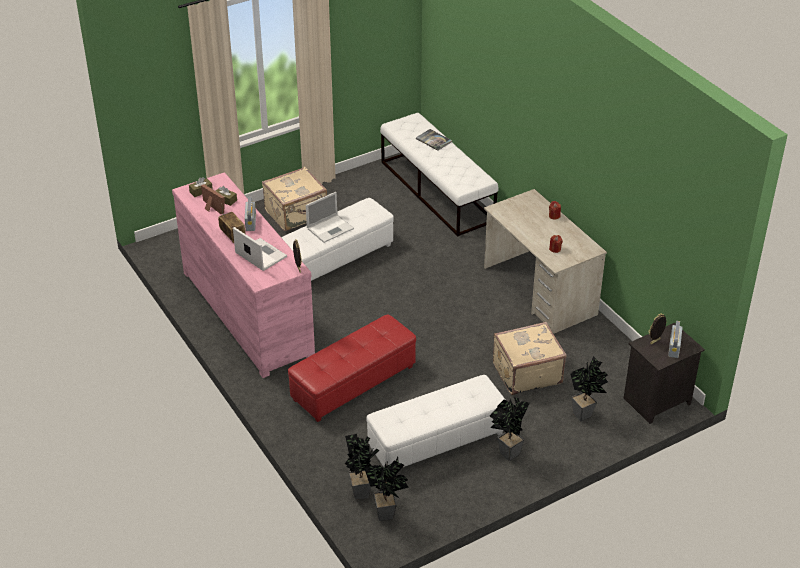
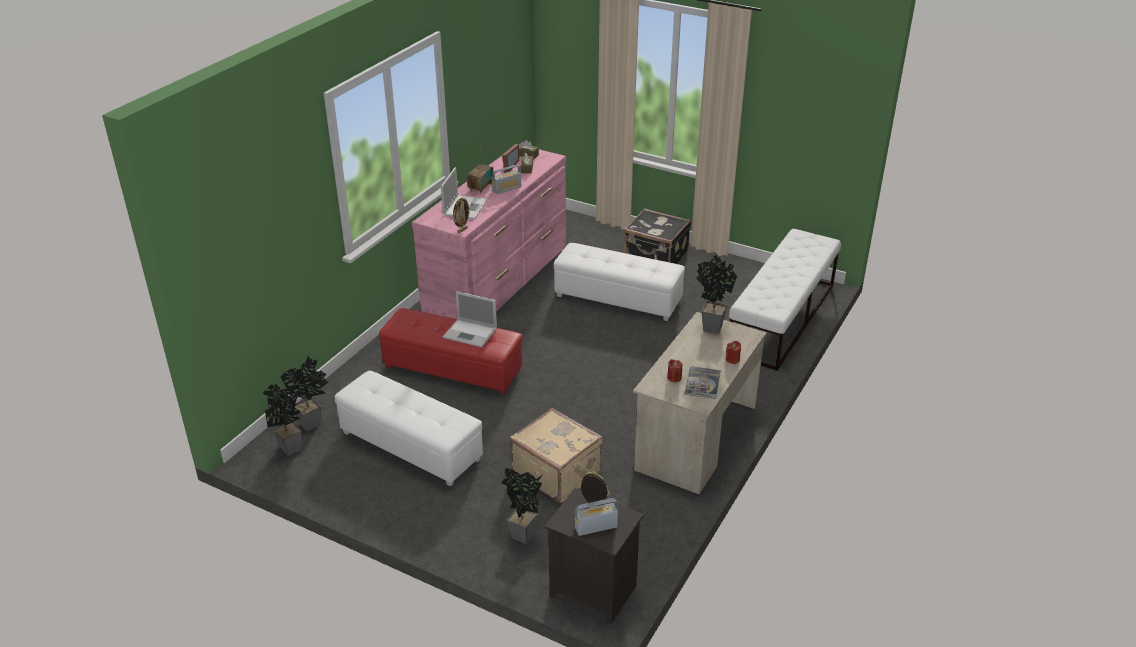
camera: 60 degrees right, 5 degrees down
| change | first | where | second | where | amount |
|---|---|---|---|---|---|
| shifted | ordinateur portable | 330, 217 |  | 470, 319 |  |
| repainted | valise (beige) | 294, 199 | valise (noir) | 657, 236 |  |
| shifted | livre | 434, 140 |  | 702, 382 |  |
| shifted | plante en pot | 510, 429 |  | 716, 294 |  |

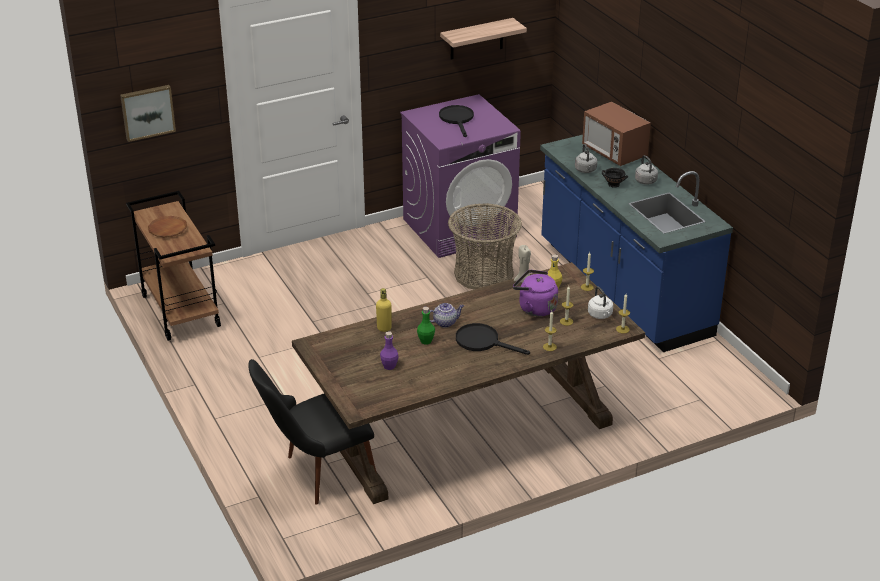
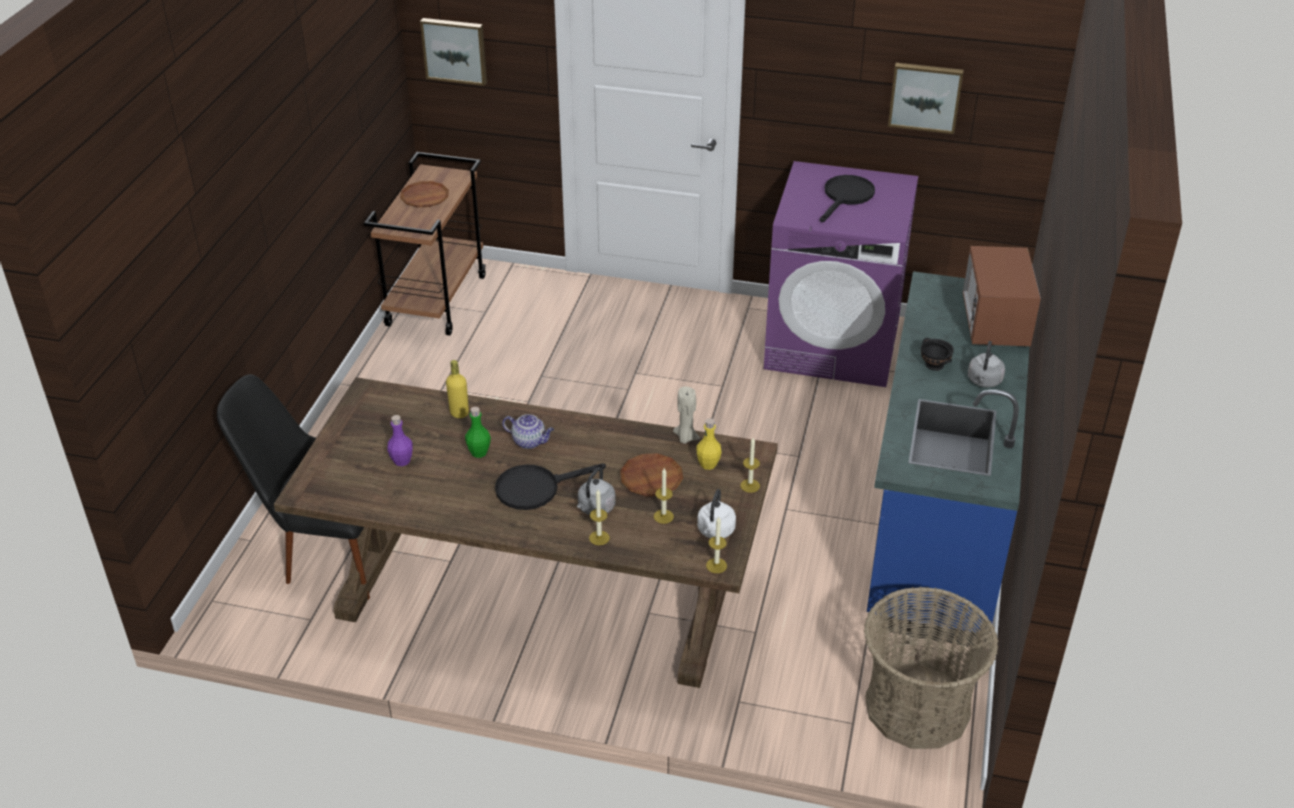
camera: 40 degrees right, 5 degrees up
| change | first | where | second | where | amount |
|---|---|---|---|---|---|
| rotated | poêle (noir) | 493, 339 |  | 550, 486 | 90 degrees counterclockwise |
| shifted | bouilloire (gris) | 586, 158 |  | 596, 491 |  |
| swapped | bouilloire (violet) | 535, 293 | assiette (marron) | 651, 475 |  |
| shifted | panier | 485, 247 |  | 931, 668 |  |
| swapped | étagère | 483, 39 | tableau | 926, 98 |  |

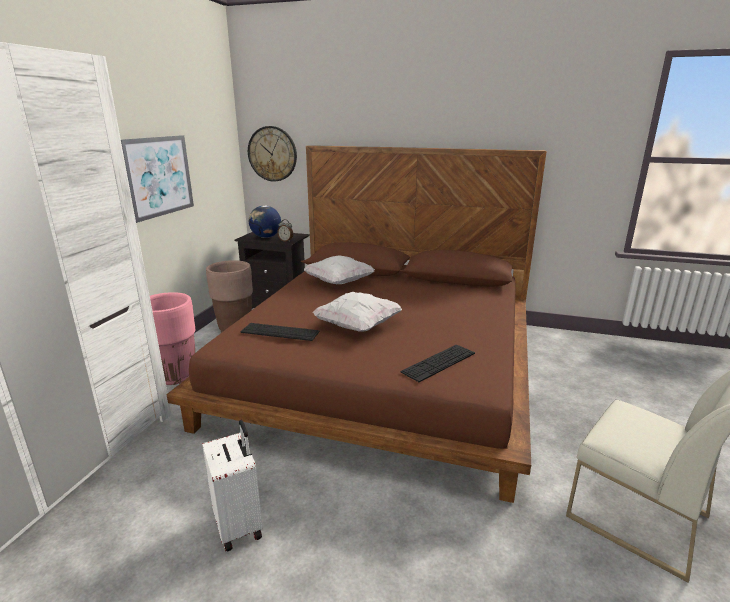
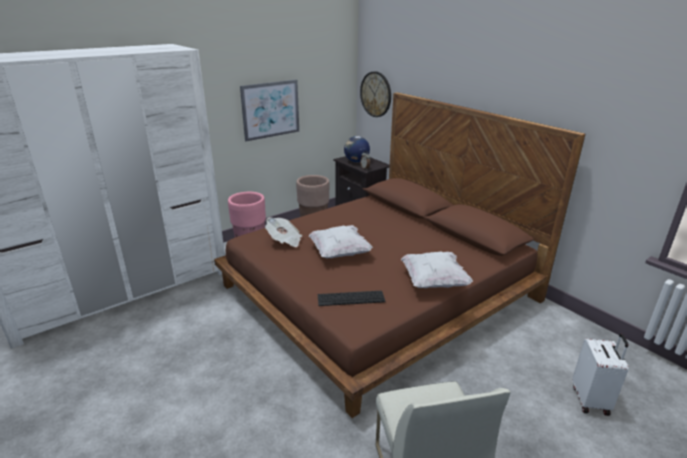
camera: 35 degrees right, 5 degrees up
| change | first | where | second | where | amount |
|---|---|---|---|---|---|
| swapped | clavier | 280, 332 | journal | 283, 232 |  |
| shifted | coussin (blanc) | 339, 269 |  | 437, 269 |  |
| shifted | valise (blanc) | 232, 486 |  | 600, 375 |  |

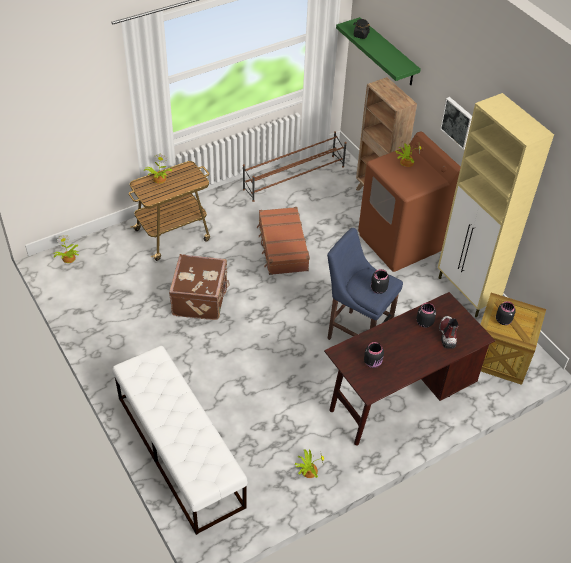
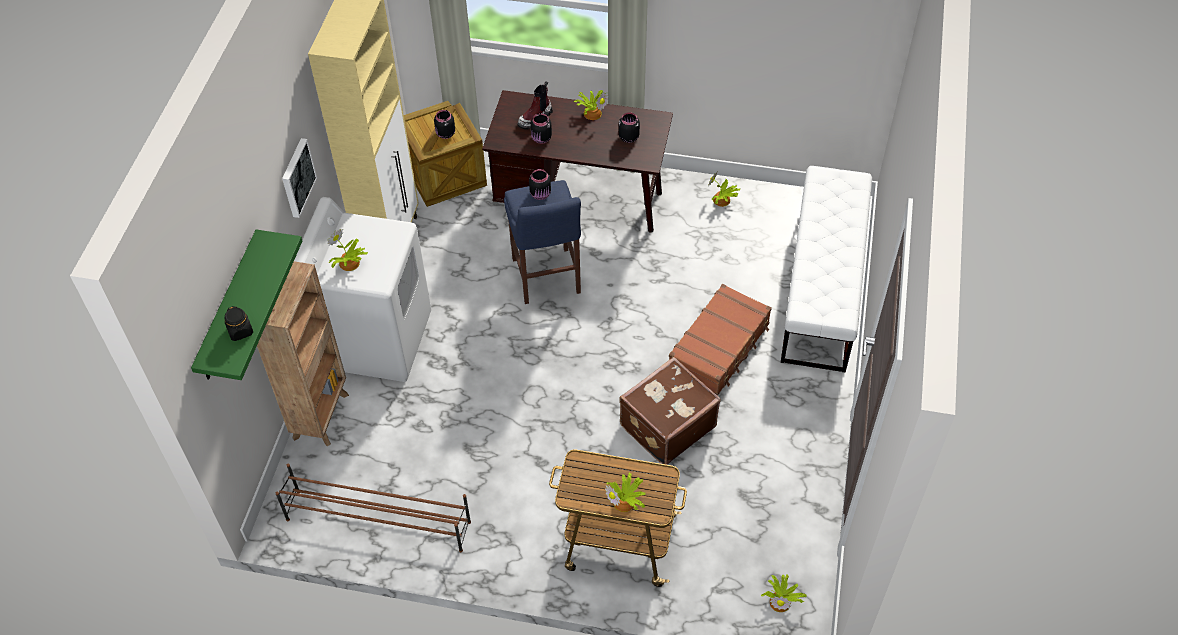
camera: 135 degrees left, 5 degrees up
| change | first | where | second | where | amount |
|---|---|---|---|---|---|
| repainted | lave-linge (marron) | 409, 201 | lave-linge (blanc) | 362, 289 |  |
| new |  |  | plante en pot | 590, 105 |  |
| shifted | valise (marron) | 283, 241 |  | 720, 340 |  |

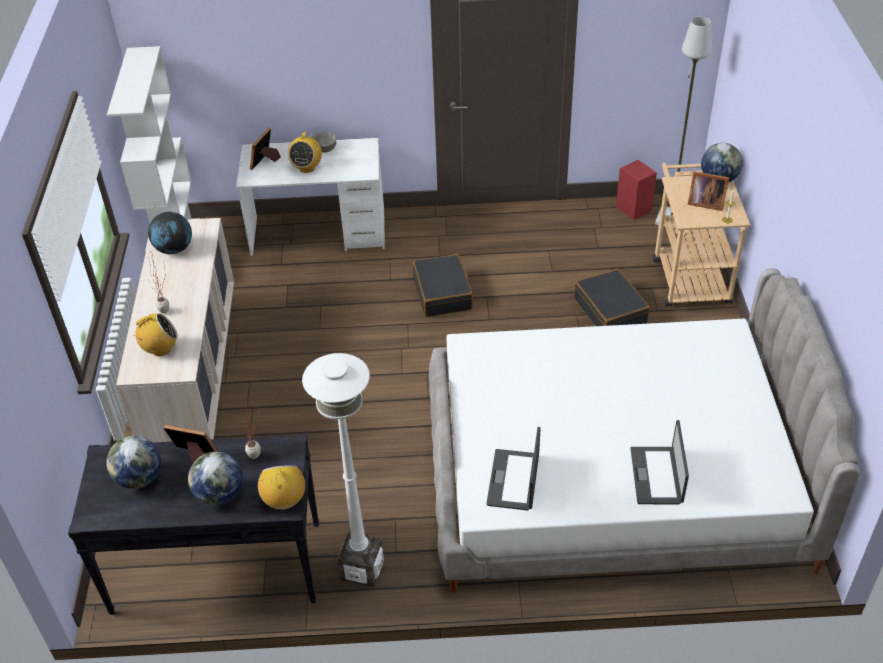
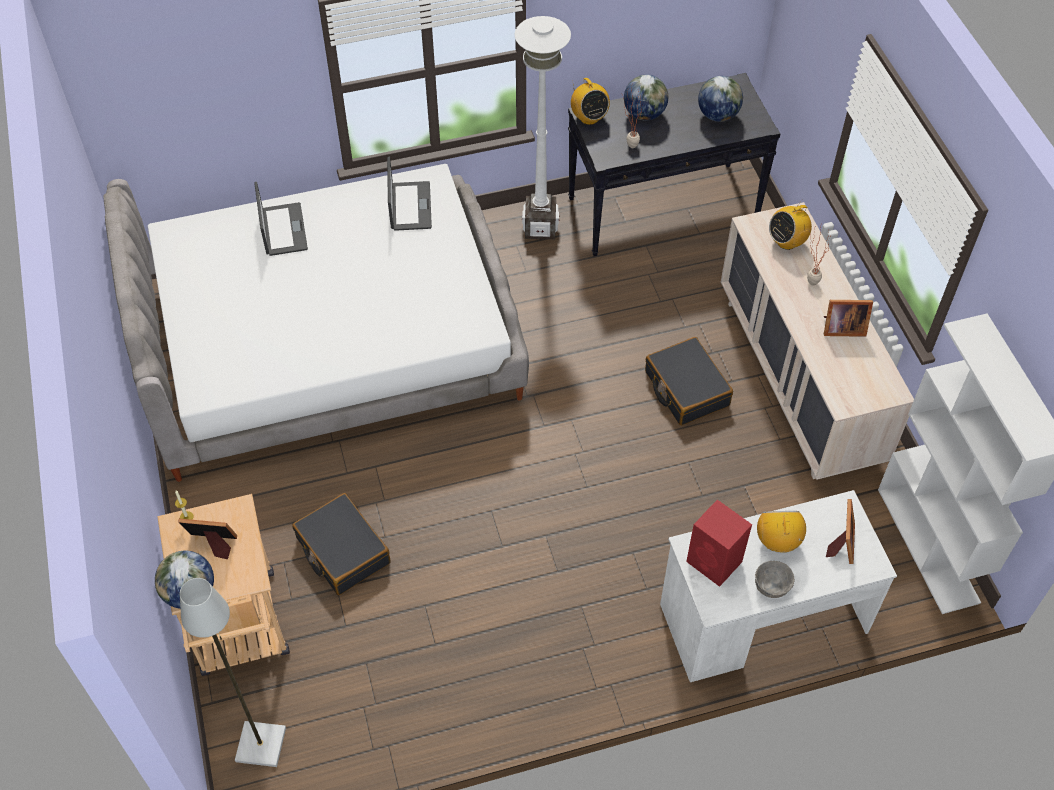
camera: 165 degrees right, 10 degrees up
| change | first | where | second | where | amount |
|---|---|---|---|---|---|
| shifted | valise (noir) | 442, 285 |  | 689, 381 |  |
| shifted | enceinte (rouge) | 636, 190 |  | 719, 543 |  |
| shifted | cadre photo | 190, 444 |  | 848, 318 |  |
| gone | globe | 170, 233 |  |  |  |

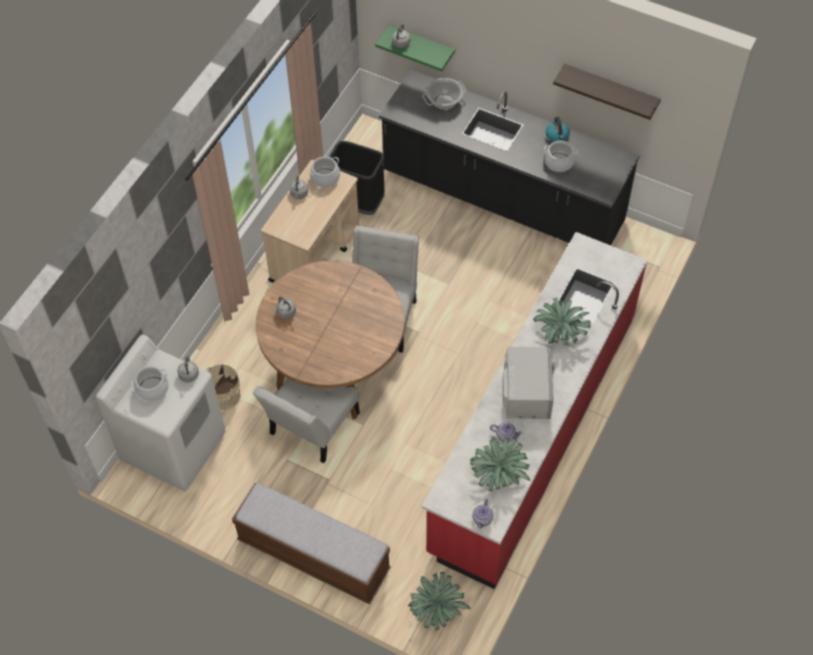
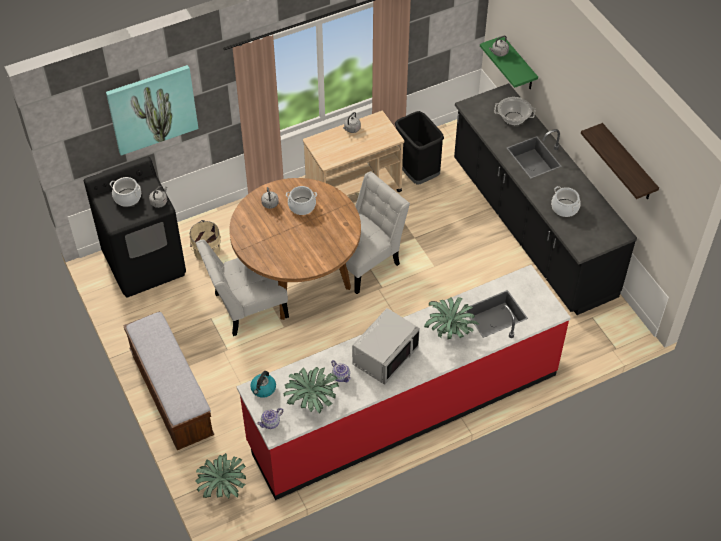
camera: 35 degrees right, 5 degrees down
| change | first | where | second | where | amount |
|---|---|---|---|---|---|
| repainted | lave-linge (blanc) | 161, 412 | lave-linge (noir) | 135, 227 |  |
| new |  |  | tableau | 152, 110 |  |
| shifted | bouilloire | 558, 129 |  | 263, 384 |  |
| shifted | marmite | 324, 172 |  | 301, 200 |  |

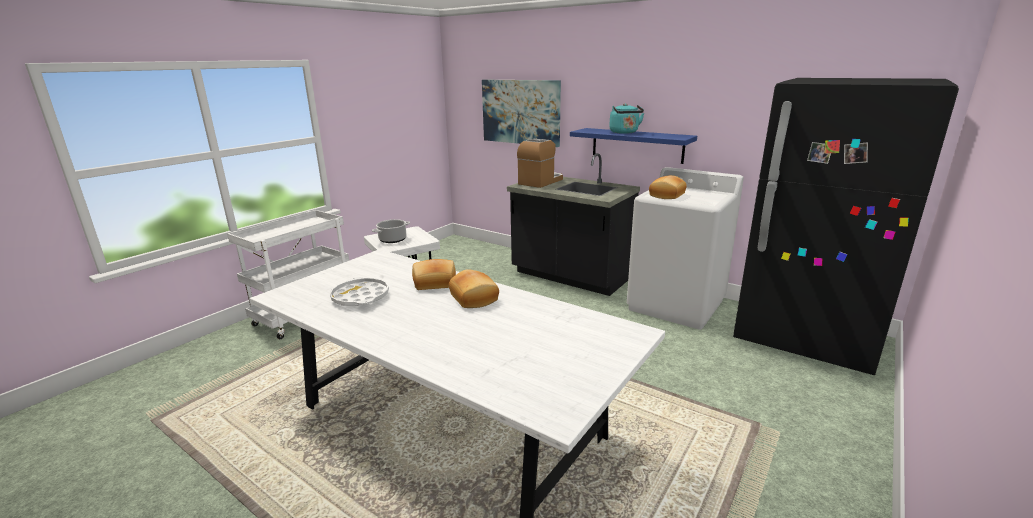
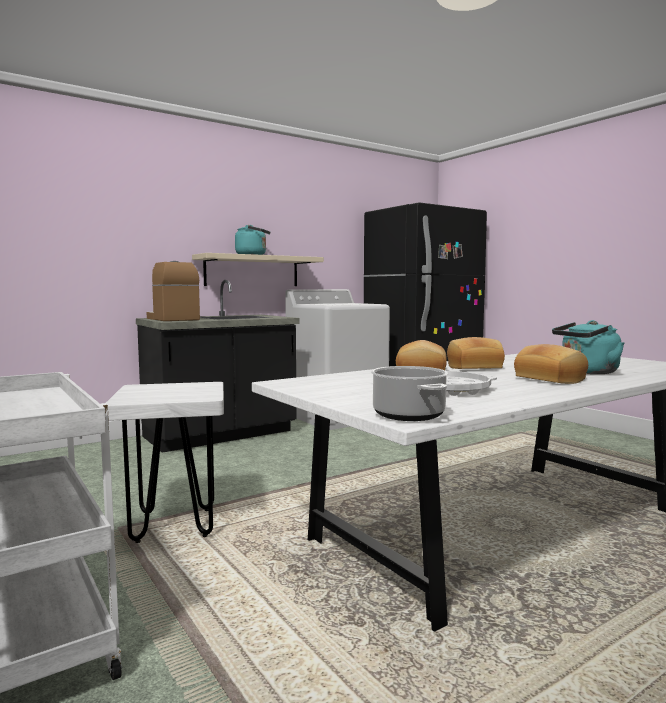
camera: 70 degrees left, 15 degrees down
| change | first | where | second | where | amount |
|---|---|---|---|---|---|
| repainted | étagère (bleu) | 633, 146 | étagère (beige) | 258, 269 |  |
| shifted | marmite | 391, 231 |  | 410, 393 |  |
| shifted | pain | 668, 187 |  | 551, 364 |  |
| new |  |  | bouilloire (turquoise) | 588, 347 |  |
| gone | tableau | 521, 113 |  |  |  |

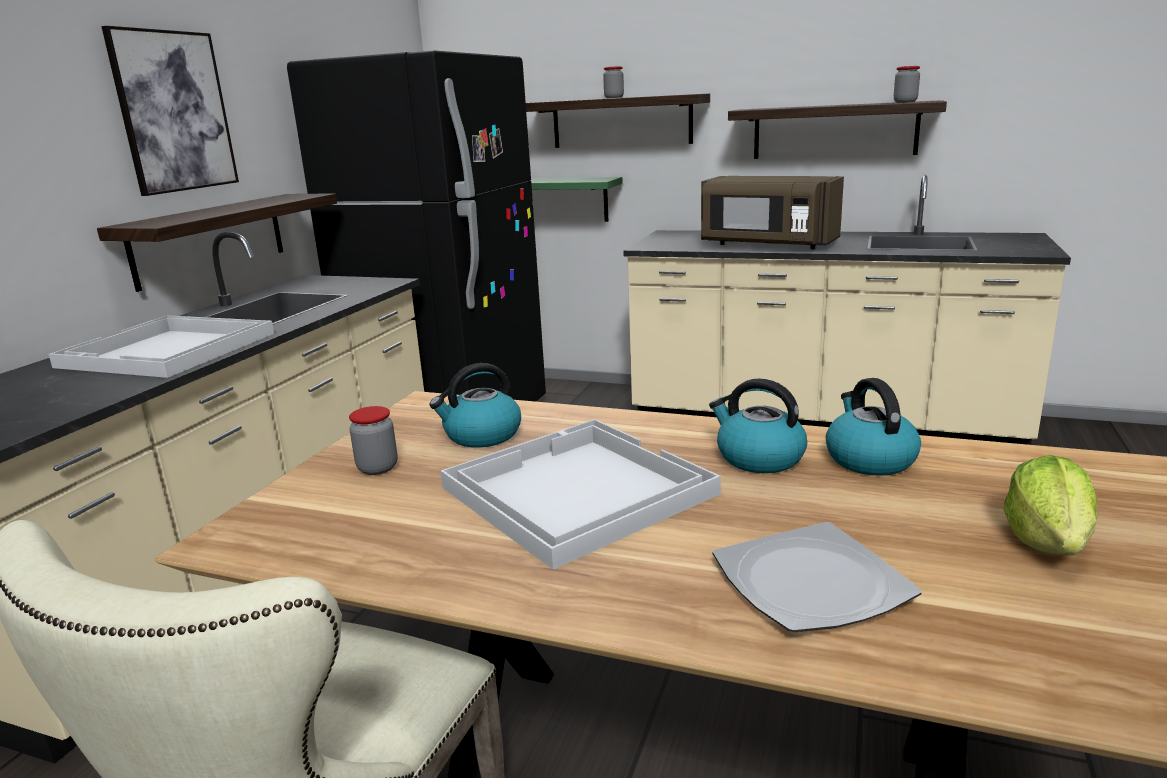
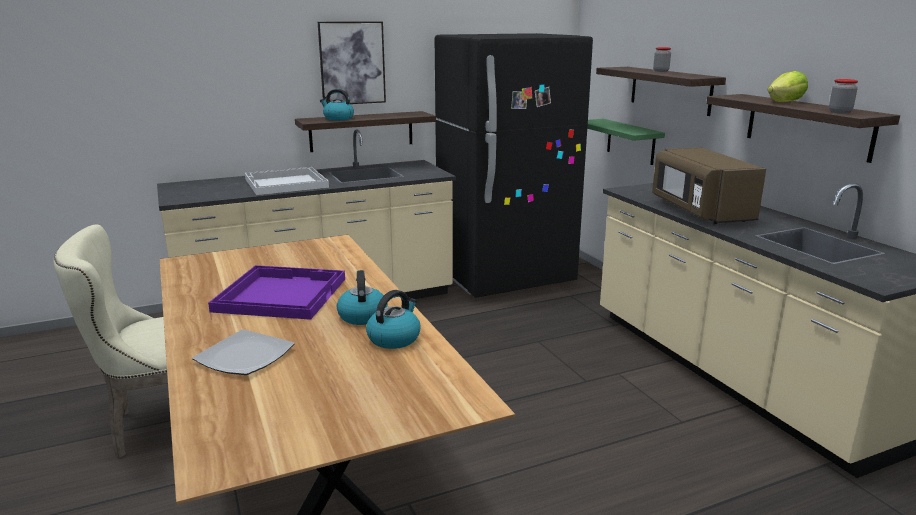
camera: 45 degrees right, 0 degrees up
| change | first | where | second | where | amount |
|---|---|---|---|---|---|
| repainted | plateau (blanc) | 580, 494 | plateau (violet) | 276, 292 |  |
| shifted | bouilloire | 475, 405 |  | 337, 104 |  |
| shifted | laitue | 1051, 505 |  | 788, 86 |  |
| gone | bocal | 373, 440 |  |  |  |

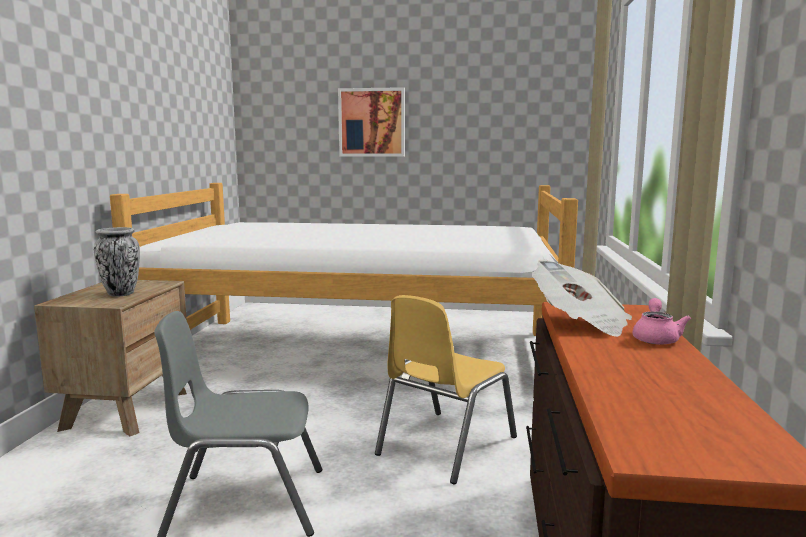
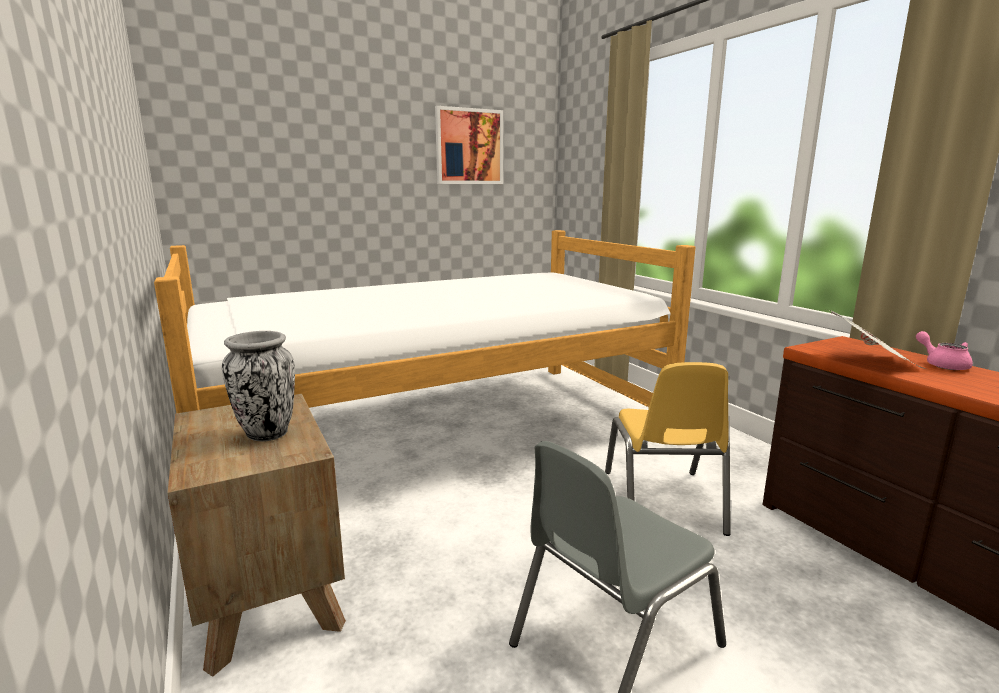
camera: 35 degrees left, 5 degrees up
| change | first | where | second | where | amount |
|---|---|---|---|---|---|
| shifted | tableau | 371, 122 |  | 469, 145 |  |

